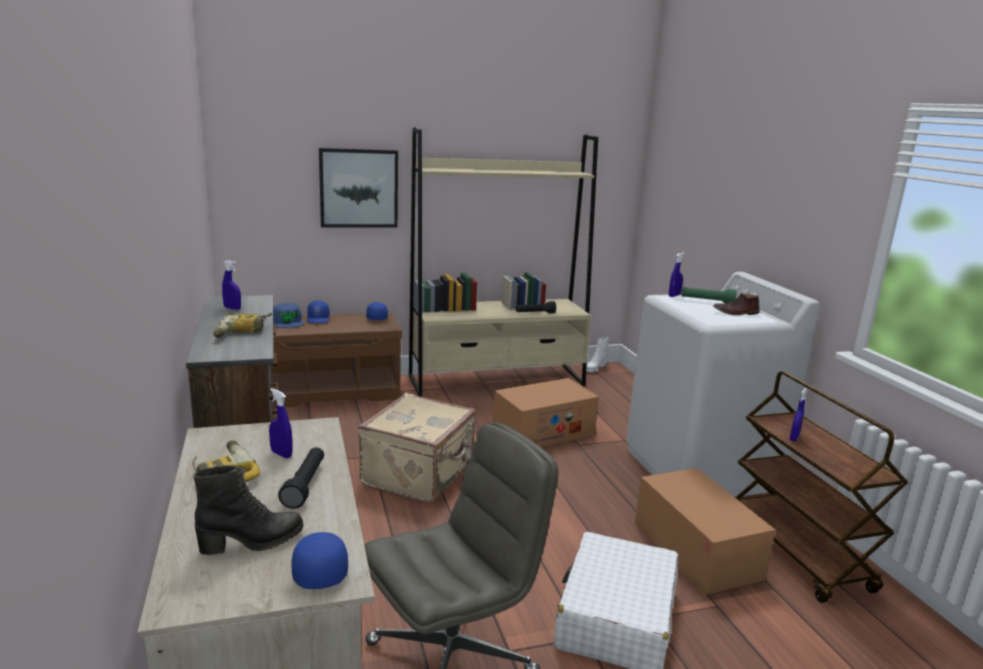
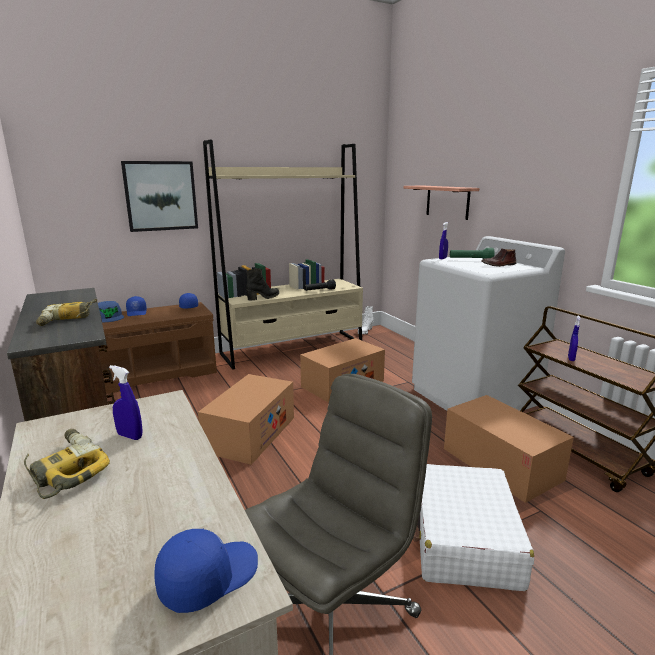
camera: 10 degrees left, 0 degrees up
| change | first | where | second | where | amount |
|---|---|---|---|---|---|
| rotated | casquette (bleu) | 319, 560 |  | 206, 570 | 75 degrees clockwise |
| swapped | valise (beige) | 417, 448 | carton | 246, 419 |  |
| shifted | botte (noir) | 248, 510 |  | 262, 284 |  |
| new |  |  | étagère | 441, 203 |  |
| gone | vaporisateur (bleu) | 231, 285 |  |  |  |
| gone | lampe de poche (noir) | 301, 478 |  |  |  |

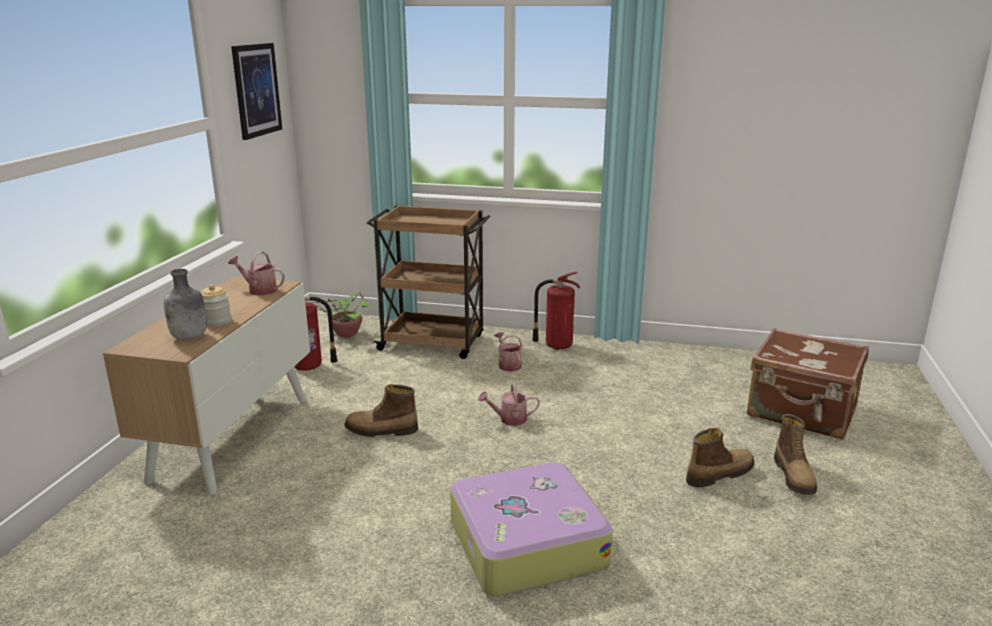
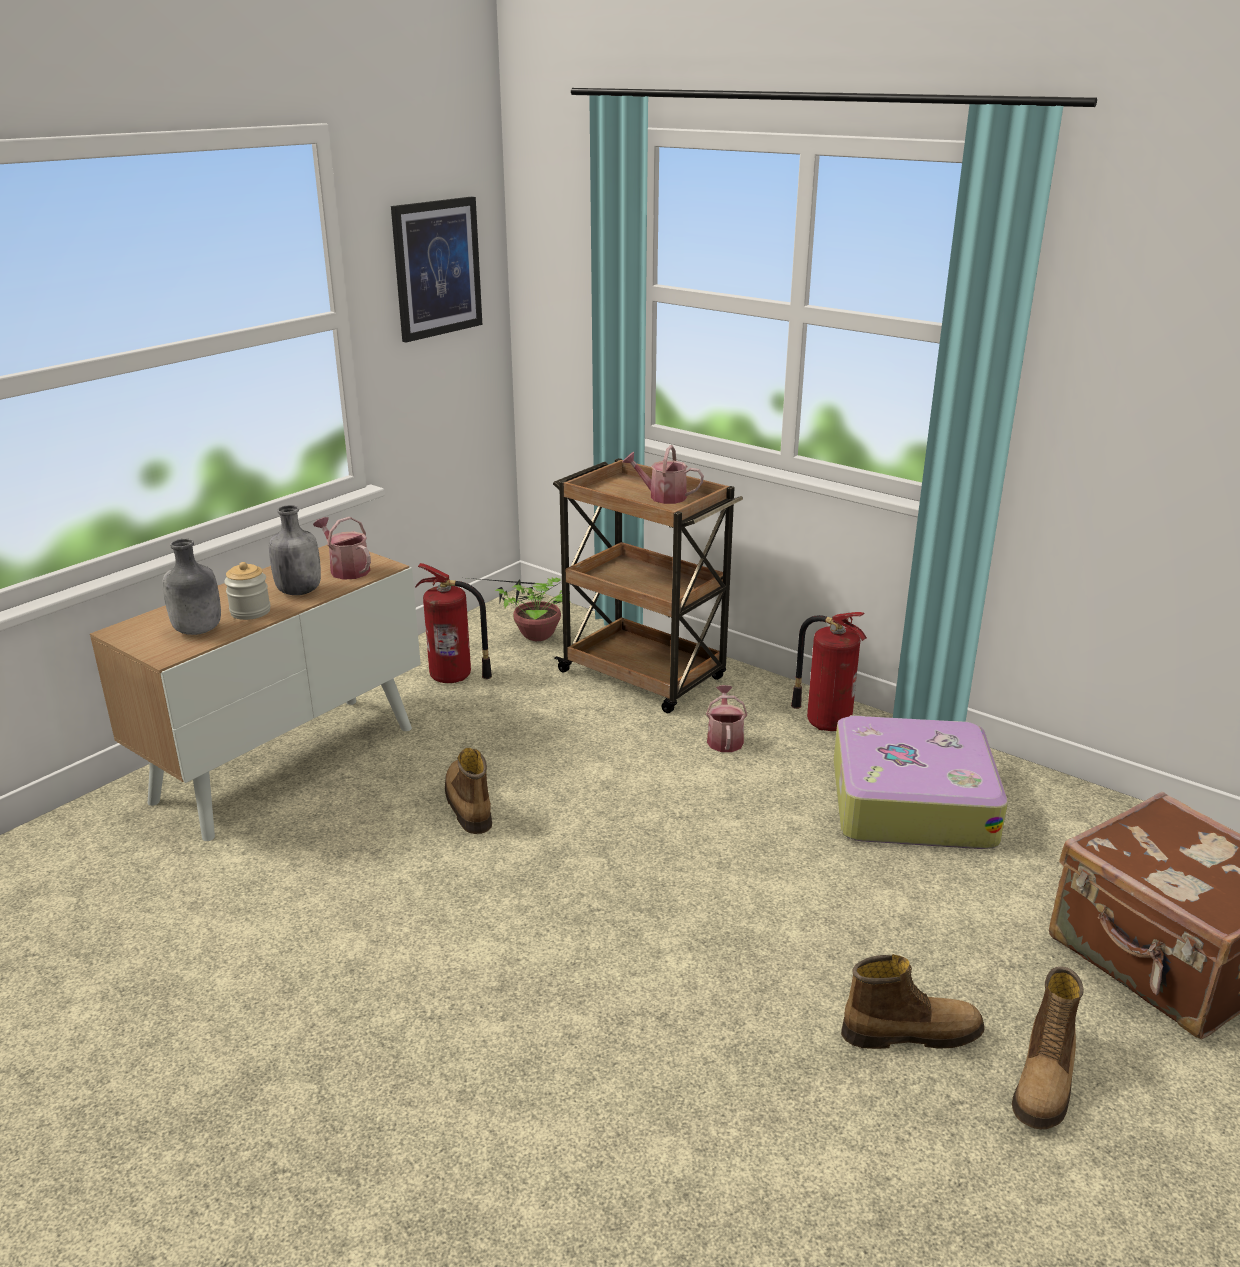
camera: 25 degrees right, 5 degrees up
| change | first | where | second | where | amount |
|---|---|---|---|---|---|
| new |  |  | bouteille (gris) | 295, 550 |  |
| rotated | botte | 381, 410 |  | 468, 791 | 45 degrees clockwise |
| shifted | arrosoir | 509, 404 |  | 663, 474 |  |
| shifted | valise | 531, 529 |  | 921, 782 |  |

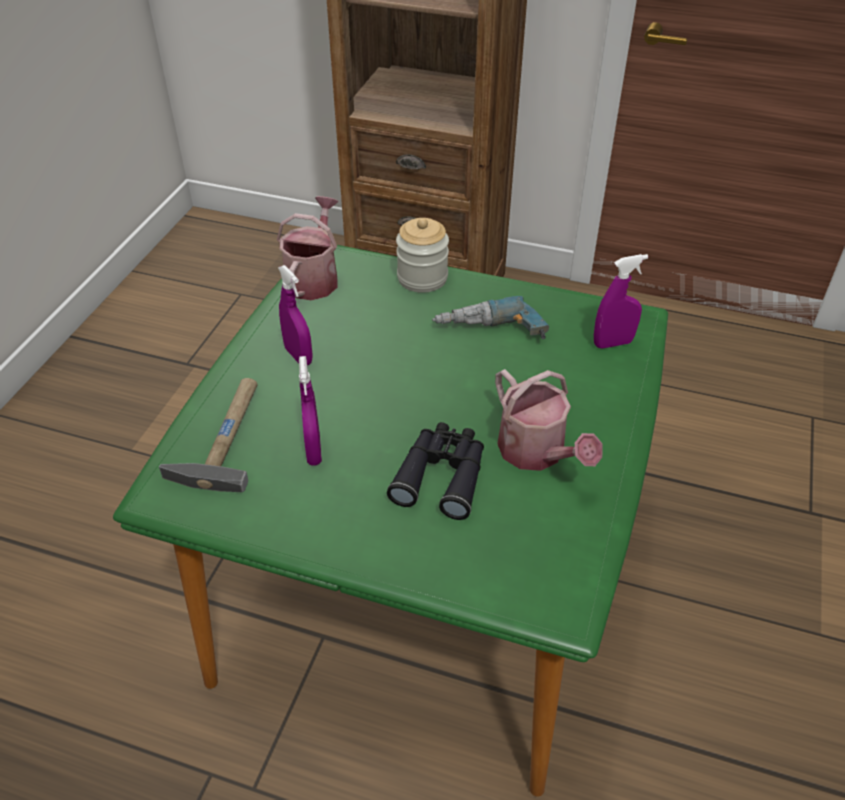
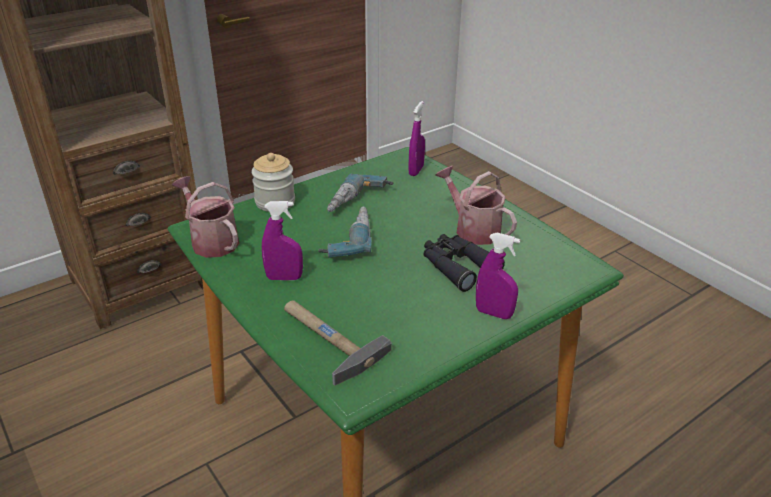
camera: 55 degrees left, 10 degrees down
| change | first | where | second | where | amount |
|---|---|---|---|---|---|
| new |  |  | perceuse | 344, 232 |  |
| rotated | arrosoir | 549, 420 |  | 476, 205 | 135 degrees counterclockwise |
| shifted | vaporisateur (violet) | 310, 410 |  | 498, 276 |  |

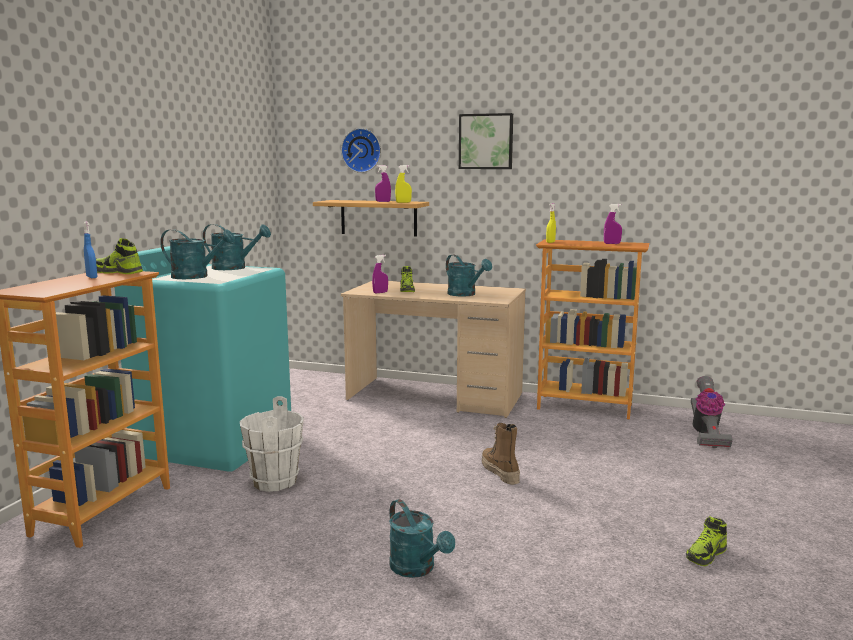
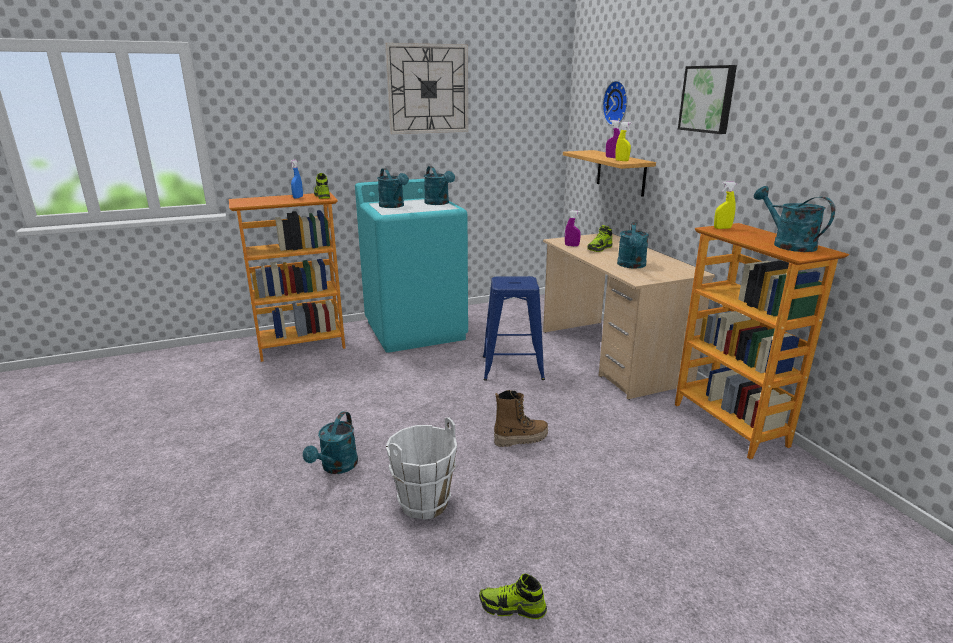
camera: 50 degrees right, 10 degrees up
| change | first | where | second | where | amount |
|---|---|---|---|---|---|
| new |  |  | horloge murale | 426, 88 |  |
| shifted | seau (blanc) | 272, 444 |  | 421, 468 |  |
| new |  |  | tabouret (bleu) | 514, 328 |  |
| rotated | botte | 501, 454 |  | 521, 418 | 45 degrees clockwise |
| swapped | vaporisateur (violet) | 613, 224 | arrosoir (turquoise) | 794, 219 |  |
| gone | aspirateur | 712, 412 |  |  |  |

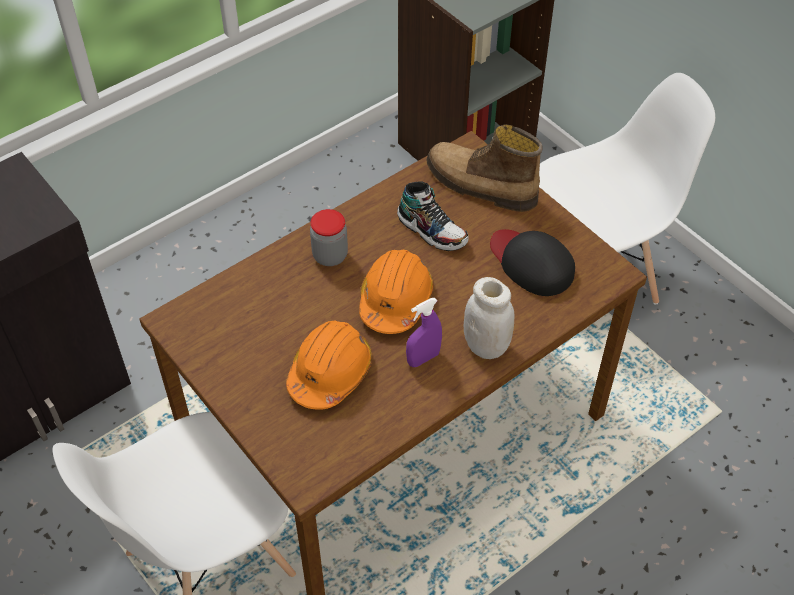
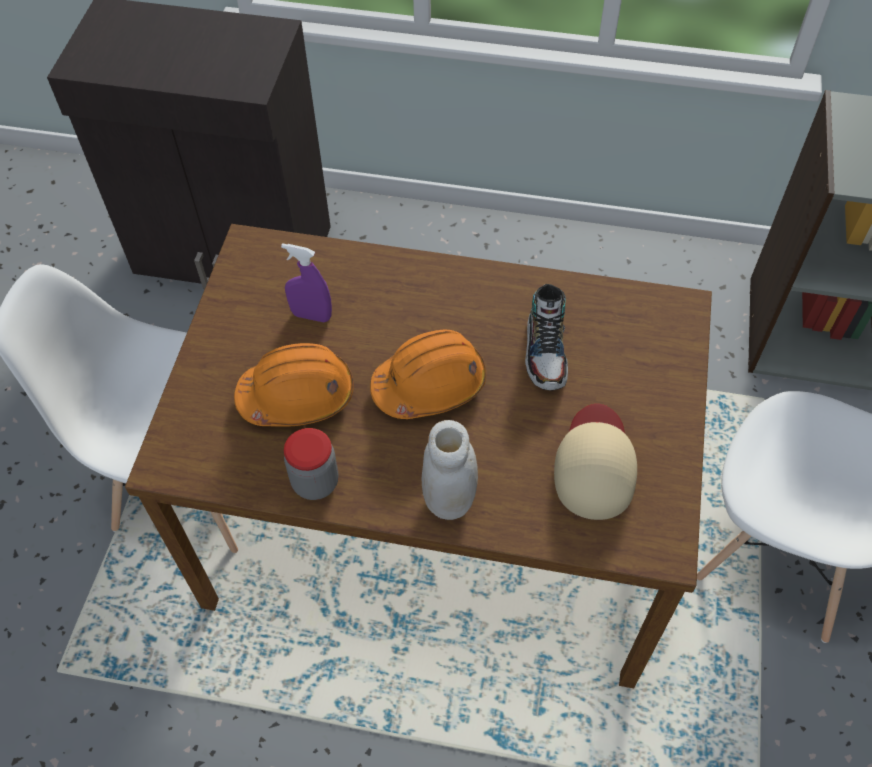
camera: 50 degrees right, 5 degrees up
| change | first | where | second | where | amount |
|---|---|---|---|---|---|
| shifted | vaporisateur (violet) | 424, 332 |  | 306, 282 |  |
| shifted | bocal | 329, 237 |  | 311, 464 |  |
| repainted | casquette (noir) | 532, 262 | casquette (beige) | 595, 462 |  |
| gone | botte | 484, 168 |  |  |  |

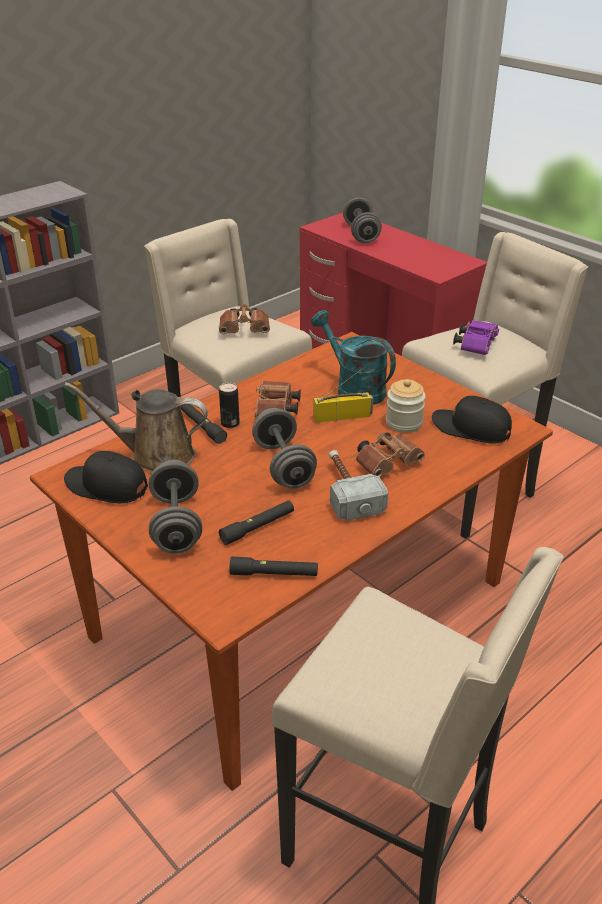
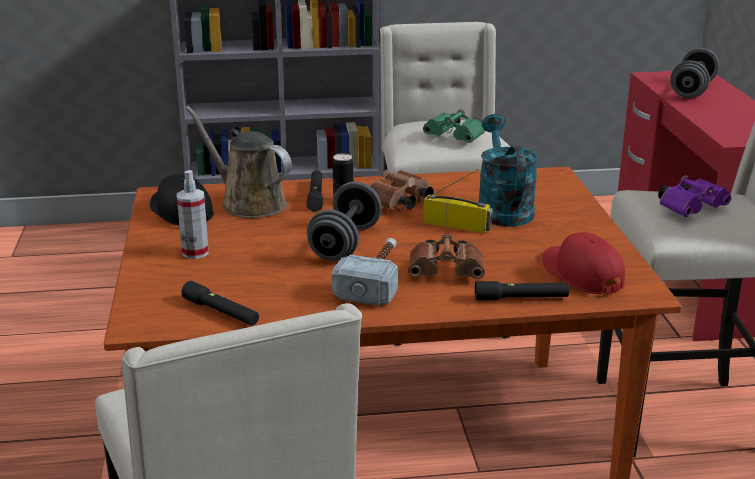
camera: 35 degrees right, 10 degrees down
| change | first | where | second | where | amount |
|---|---|---|---|---|---|
| swapped | haltère (gris) | 175, 507 | vaporisateur | 193, 214 |  |
| repainted | jumelles (marron) | 244, 319 | jumelles (vert) | 454, 126 |  |
| shifted | lampe de poche (noir) | 256, 522 |  | 522, 291 |  |
| repainted | casquette (noir) | 472, 420 | casquette (rouge) | 583, 263 |  |
| gone | bocal | 406, 406 |  |  |  |

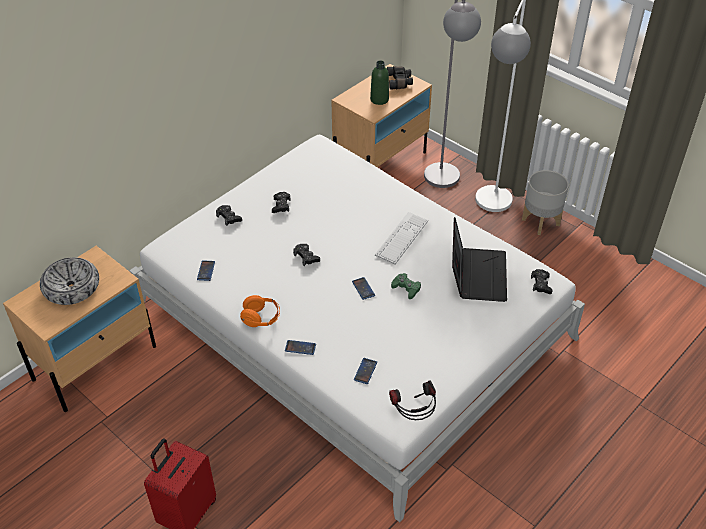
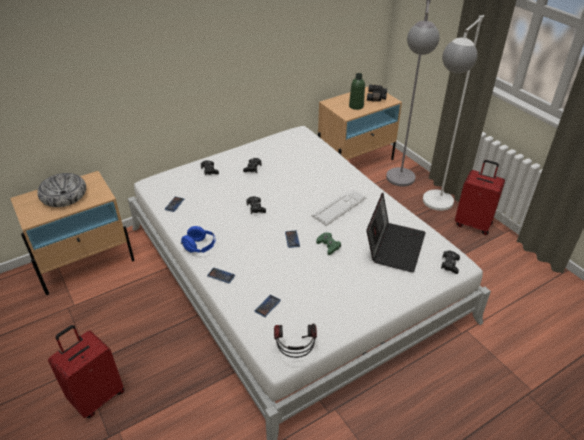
camera: 15 degrees right, 5 degrees down
| change | first | where | second | where | amount |
|---|---|---|---|---|---|
| repainted | casque audio (orange) | 260, 311 | casque audio (bleu) | 198, 239 |  |
| swapped | cache-pot (gris) | 545, 202 | valise (rouge) | 480, 197 |  |

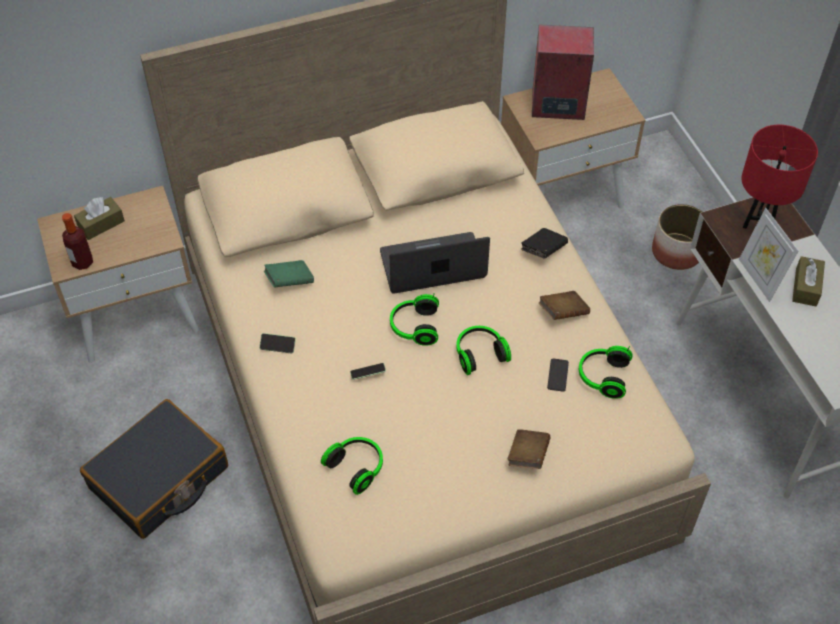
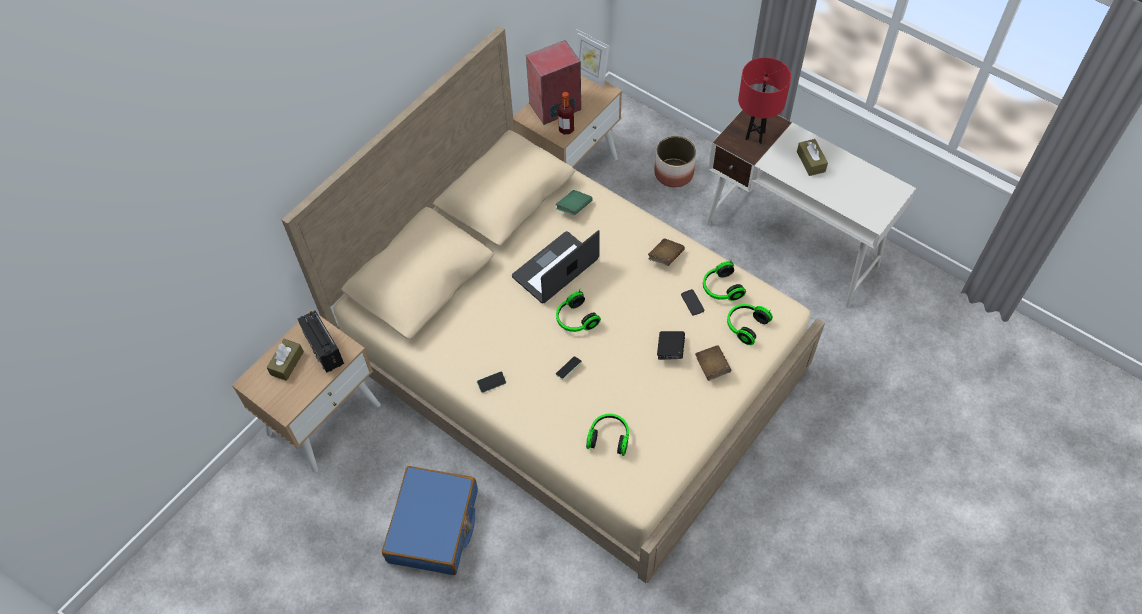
camera: 30 degrees left, 5 degrees up
| change | first | where | second | where | amount |
|---|---|---|---|---|---|
| new |  |  | radio | 321, 342 |  |
| repainted | valise (noir) | 154, 469 | valise (bleu) | 430, 520 |  |
| shifted | livre (vert) | 289, 274 |  | 574, 202 |  |
| shifted | bouteille | 77, 241 |  | 566, 113 |  |
| shifted | cadre photo | 768, 255 |  | 591, 58 |  |
| shifted | livre (noir) | 544, 243 |  | 671, 345 |  |
| shifted | casque audio | 483, 350 |  | 750, 324 |  |

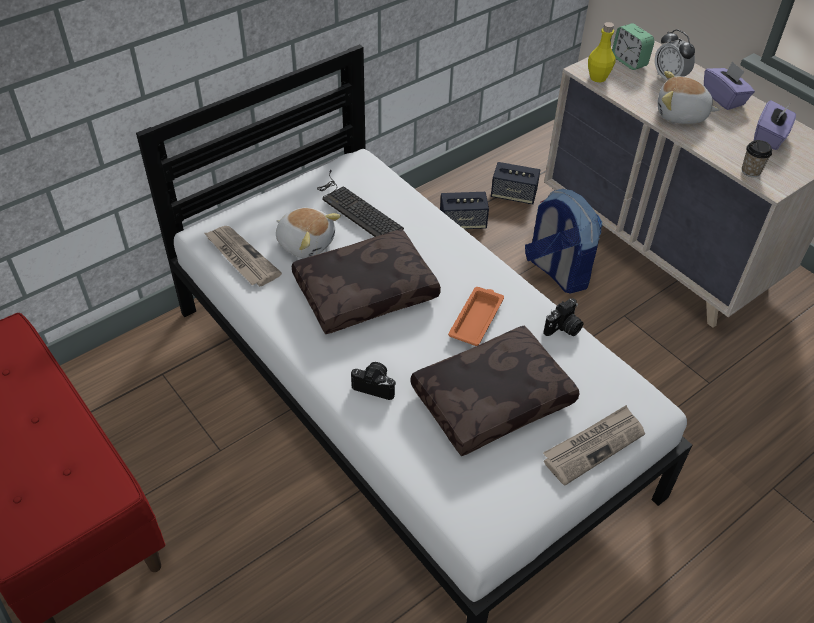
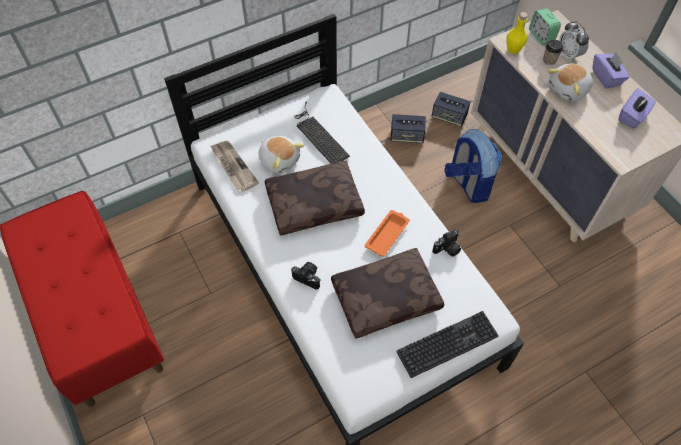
camera: 10 degrees right, 10 degrees up
| change | first | where | second | where | amount |
|---|---|---|---|---|---|
| swapped | journal | 594, 445 | clavier | 447, 344 |  |
| shifted | tasse | 757, 158 |  | 553, 52 |  |
| rotated | peluche | 688, 97 |  | 570, 82 | 60 degrees counterclockwise |

